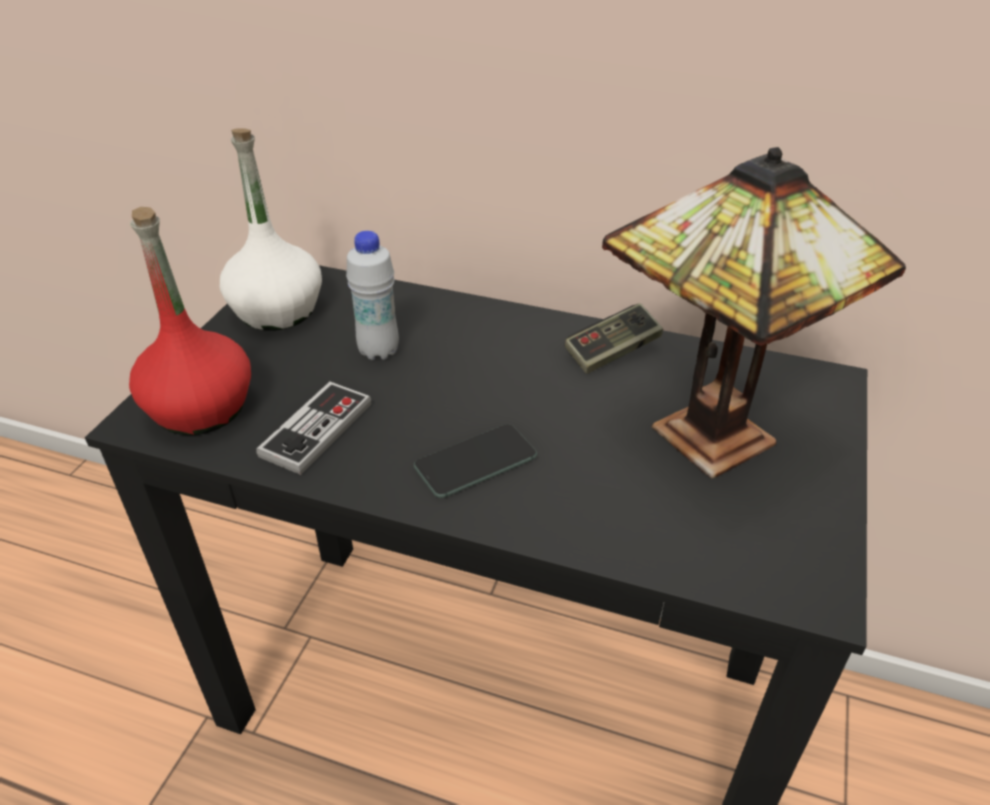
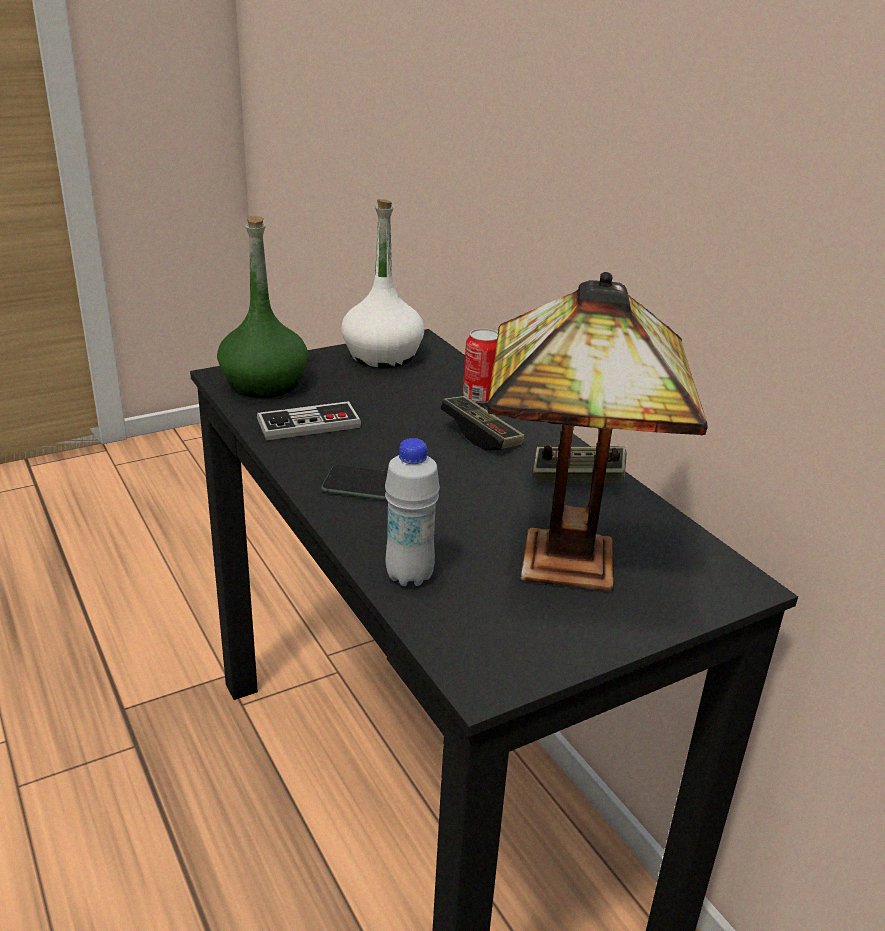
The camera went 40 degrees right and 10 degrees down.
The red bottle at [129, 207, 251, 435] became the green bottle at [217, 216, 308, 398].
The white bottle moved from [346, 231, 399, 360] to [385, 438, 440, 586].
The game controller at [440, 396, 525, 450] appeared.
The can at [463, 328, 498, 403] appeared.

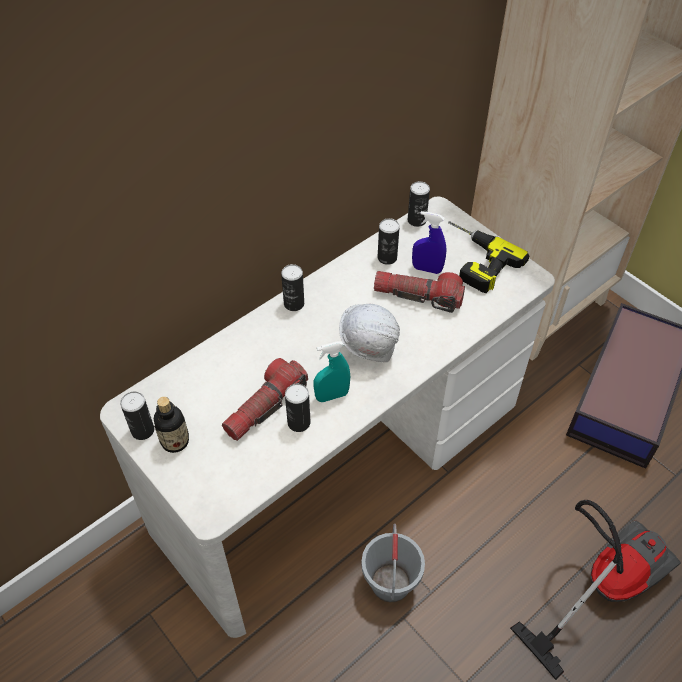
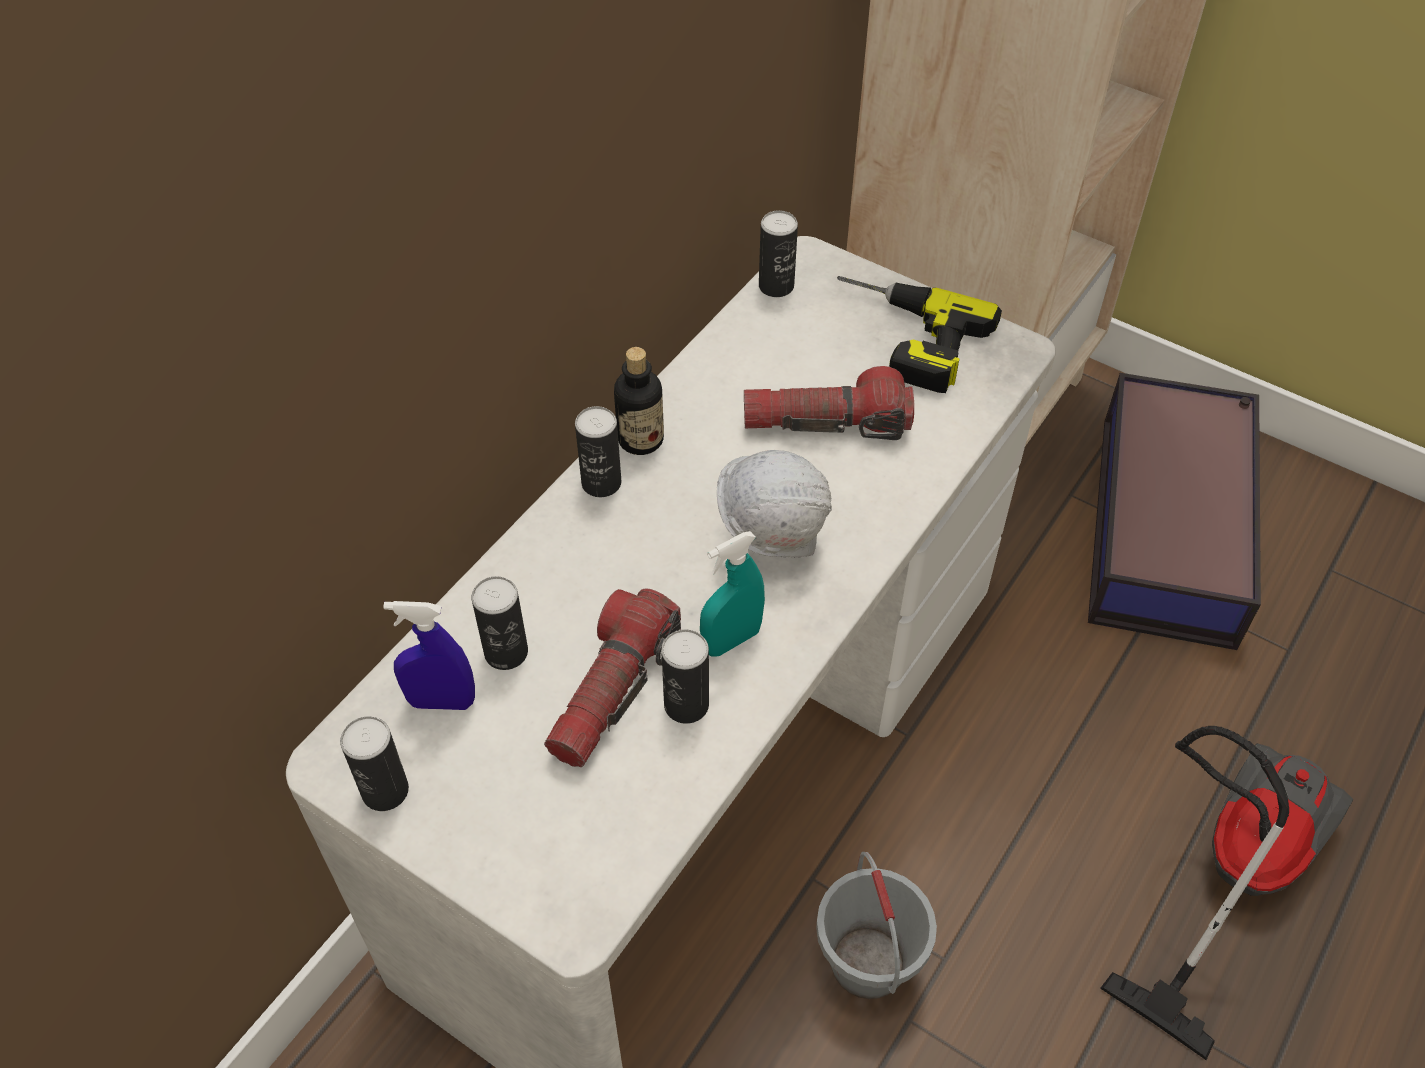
The camera went 15 degrees left and 0 degrees up.
The blue spray bottle moved from [412, 211, 447, 274] to [384, 601, 475, 710].
The can moved from [378, 218, 400, 265] to [472, 576, 528, 670].
The bottle moved from [154, 397, 189, 453] to [614, 347, 664, 455].

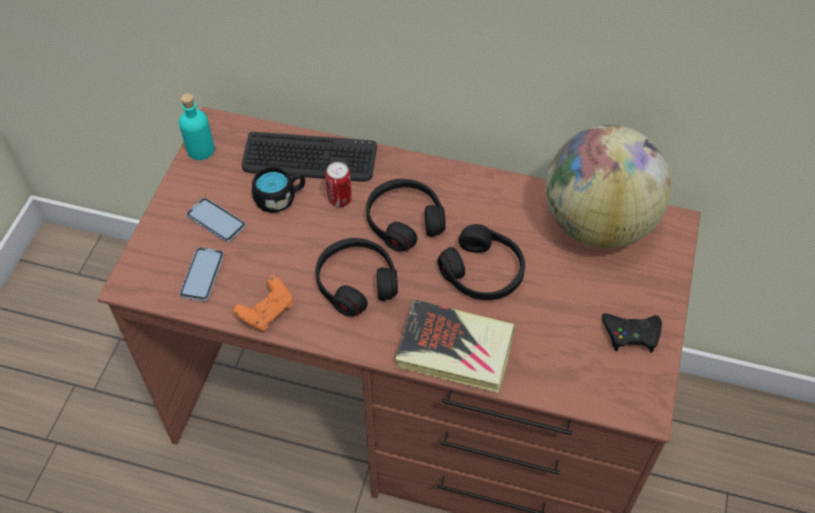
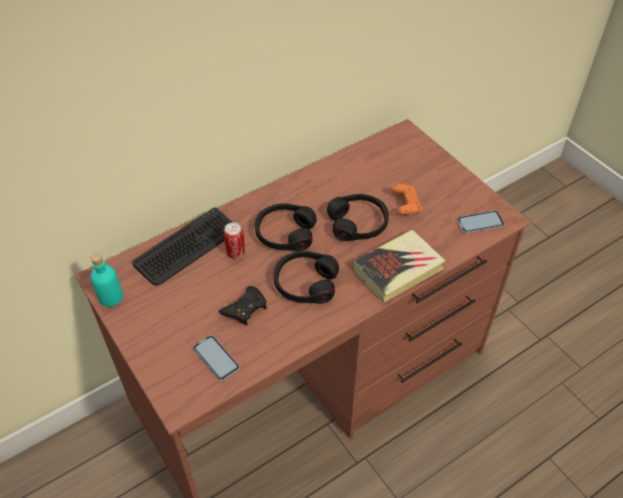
The camera went 50 degrees left and 5 degrees down.
The black game controller moved from [602, 313, 662, 352] to [219, 286, 267, 325].
The orange game controller moved from [233, 275, 293, 331] to [391, 184, 422, 215].
The phone moved from [186, 198, 246, 242] to [457, 210, 505, 233].
The black mug at [252, 167, 305, 213] disappeared.
The globe at [546, 125, 672, 249] disappeared.

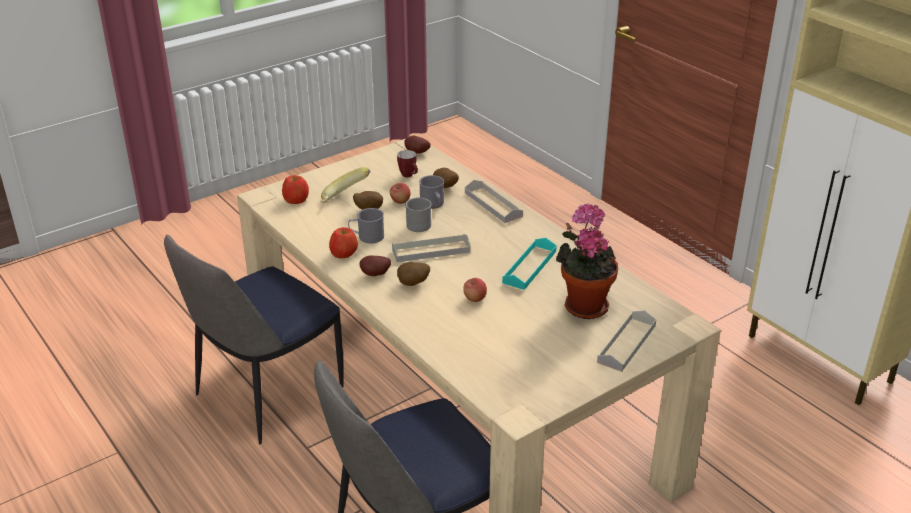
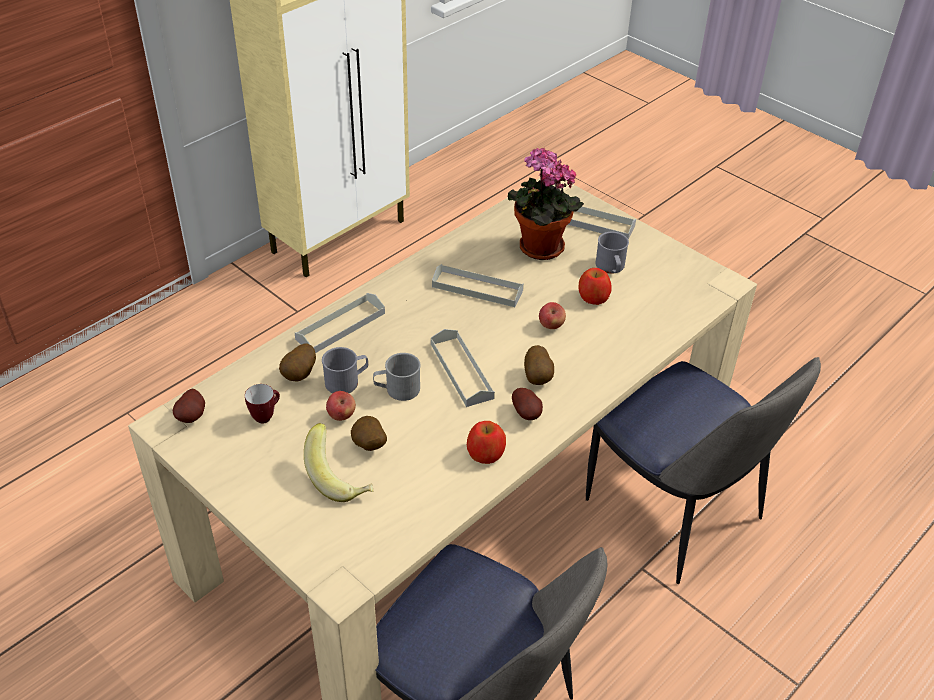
The camera went 100 degrees left and 10 degrees up.
The turquoise tray at [502, 238, 557, 290] became the grey tray at [432, 264, 524, 307].
The apple moved from [282, 175, 309, 204] to [579, 268, 612, 305].
The grey mug moved from [348, 208, 384, 243] to [596, 232, 629, 274].

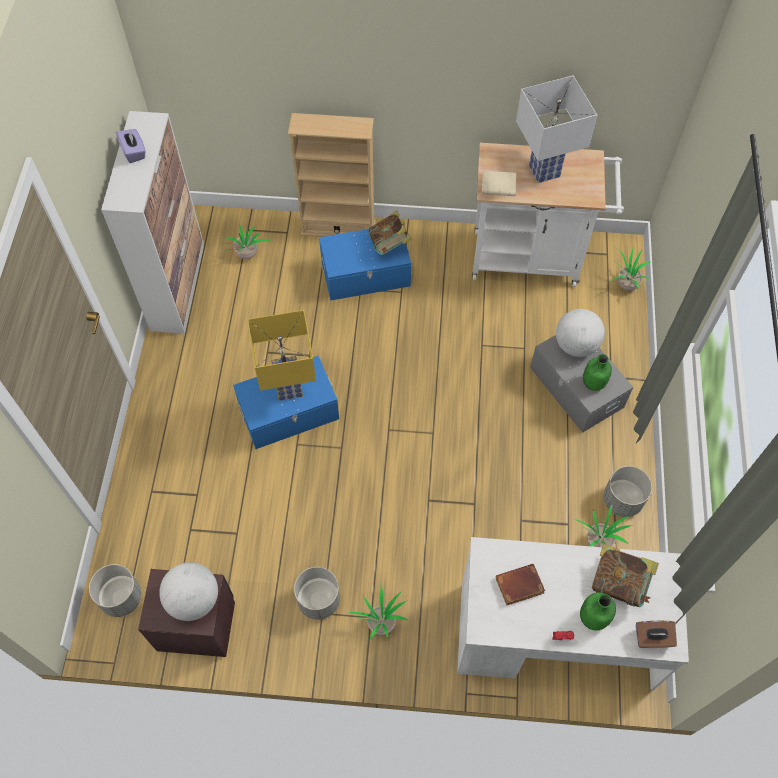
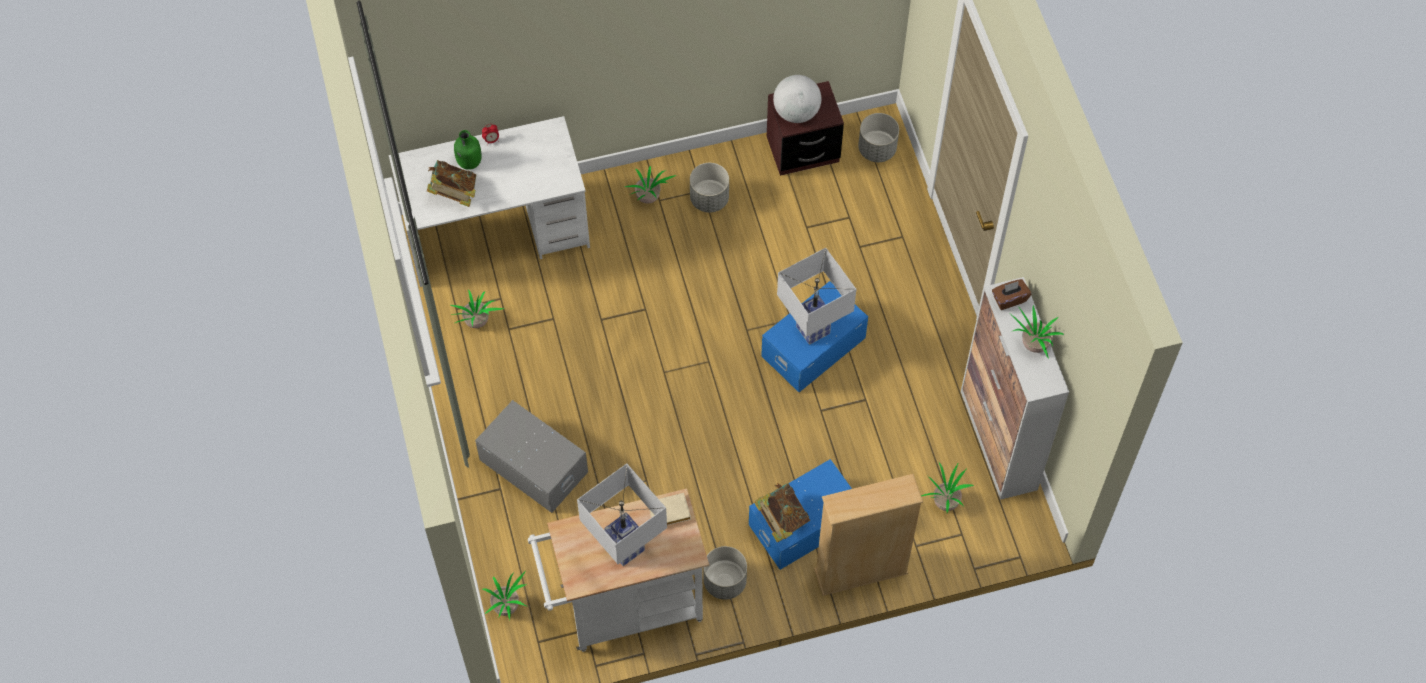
The camera went 160 degrees right and 0 degrees up.
The grey planter moved from [603, 466, 652, 517] to [703, 546, 747, 600].
The yellow table lamp at [247, 310, 316, 401] became the white table lamp at [777, 248, 856, 345].
The brown tissue box moved from [636, 621, 677, 648] to [992, 279, 1031, 310].
The purple tissue box at [116, 129, 146, 163] was replaced by the potted plant at [1011, 305, 1064, 359].
The brown book at [496, 564, 545, 605] disappeared.
The globe at [556, 309, 605, 357] disappeared.
The green bottle at [583, 354, 612, 391] disappeared.

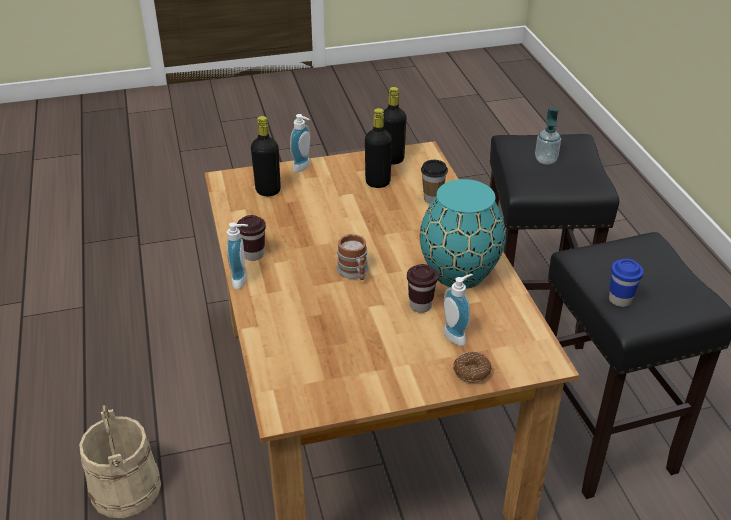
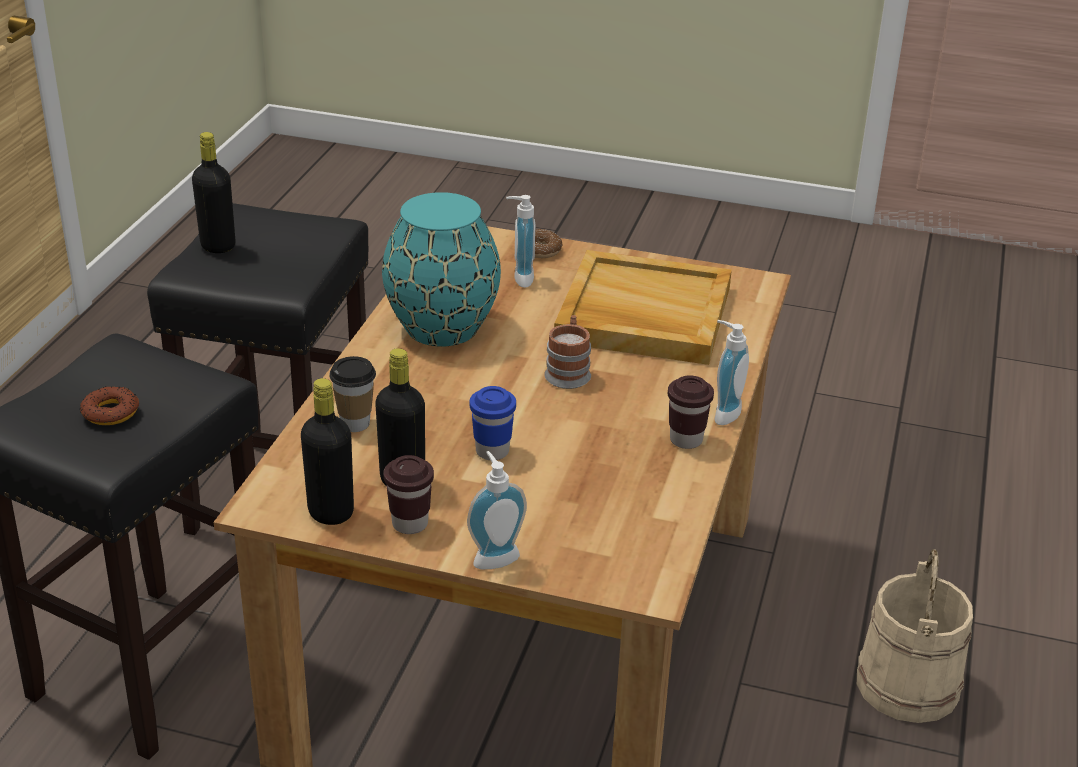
The camera went 150 degrees left and 5 degrees down.
The soap dispenser at [535, 108, 561, 164] was replaced by the donut at [80, 386, 139, 425].
The black bottle moved from [251, 116, 281, 196] to [192, 132, 235, 253].
The brown cup moved from [407, 264, 438, 313] to [384, 455, 434, 534].
The blue cup moved from [609, 259, 644, 307] to [470, 386, 516, 460].
The beige tray at [554, 250, 732, 365] appeared.

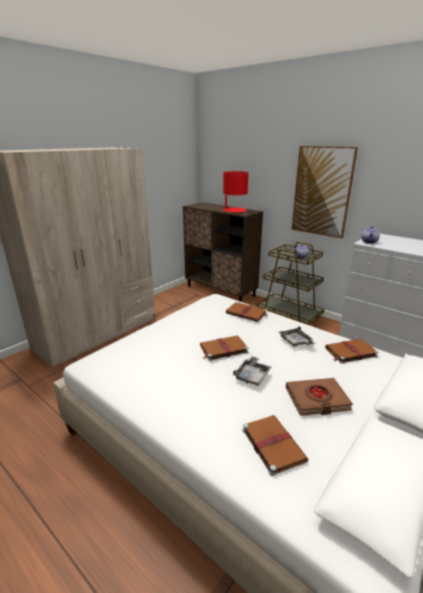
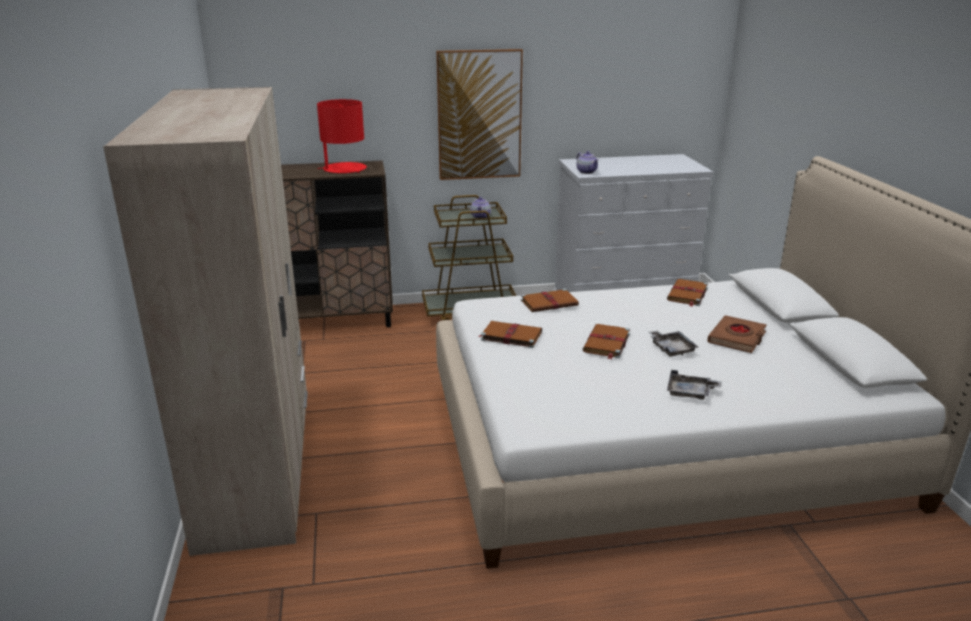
The camera went 50 degrees left and 0 degrees up.
The brown book moved from [242, 415, 308, 476] to [478, 321, 542, 348].
The grey tray moved from [279, 326, 316, 347] to [667, 370, 722, 400].

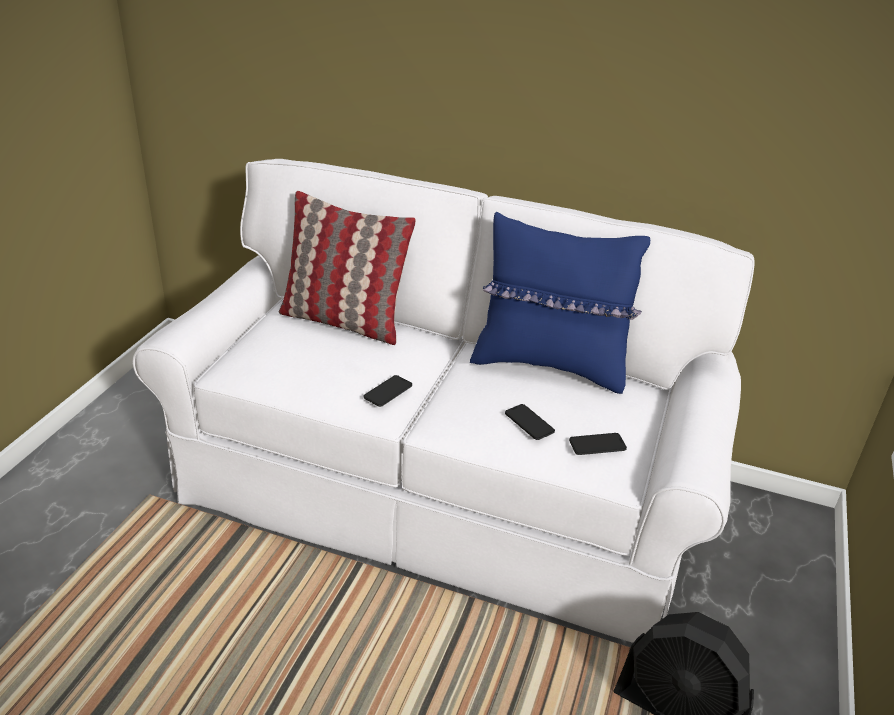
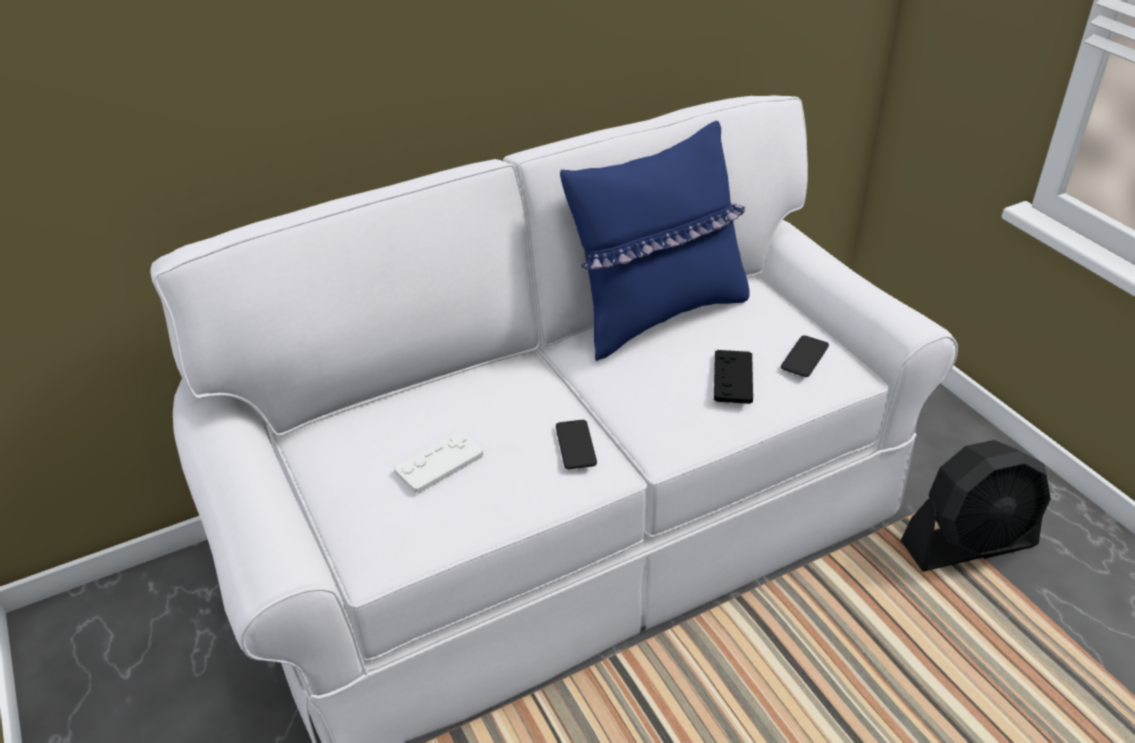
The camera went 45 degrees left and 5 degrees up.
The white game controller at [394, 432, 483, 493] appeared.
The phone at [505, 404, 555, 440] was replaced by the black game controller at [714, 350, 753, 404].
The pillow at [279, 191, 416, 345] disappeared.

